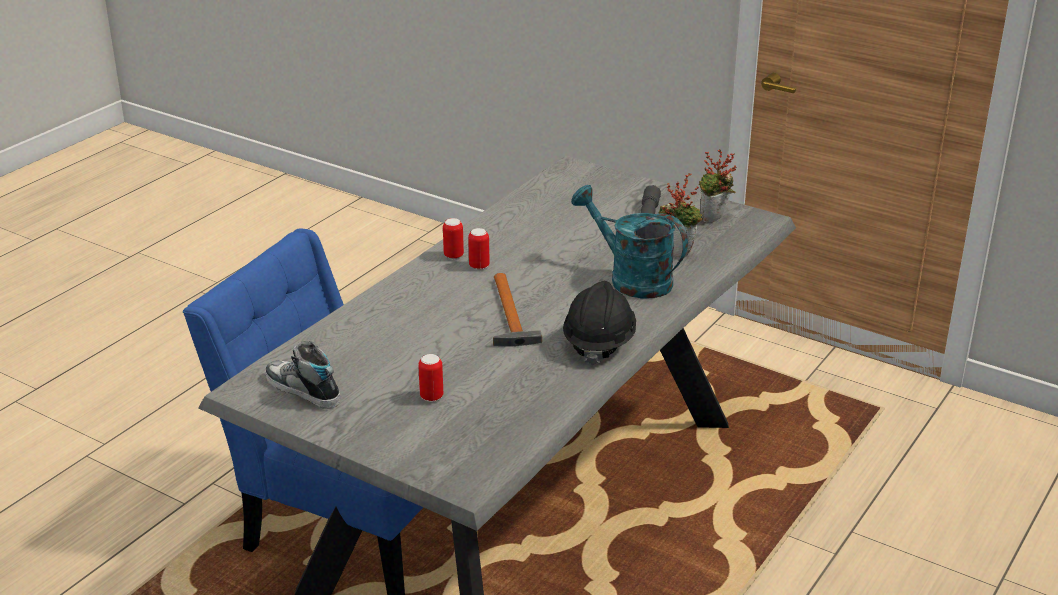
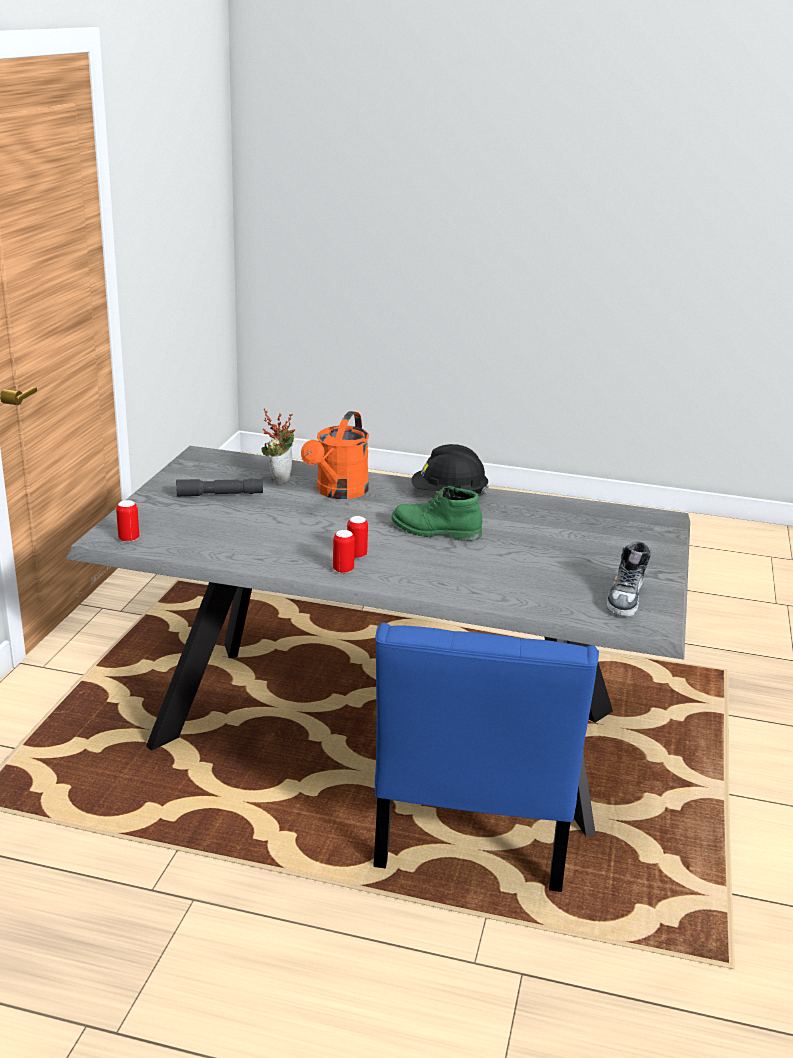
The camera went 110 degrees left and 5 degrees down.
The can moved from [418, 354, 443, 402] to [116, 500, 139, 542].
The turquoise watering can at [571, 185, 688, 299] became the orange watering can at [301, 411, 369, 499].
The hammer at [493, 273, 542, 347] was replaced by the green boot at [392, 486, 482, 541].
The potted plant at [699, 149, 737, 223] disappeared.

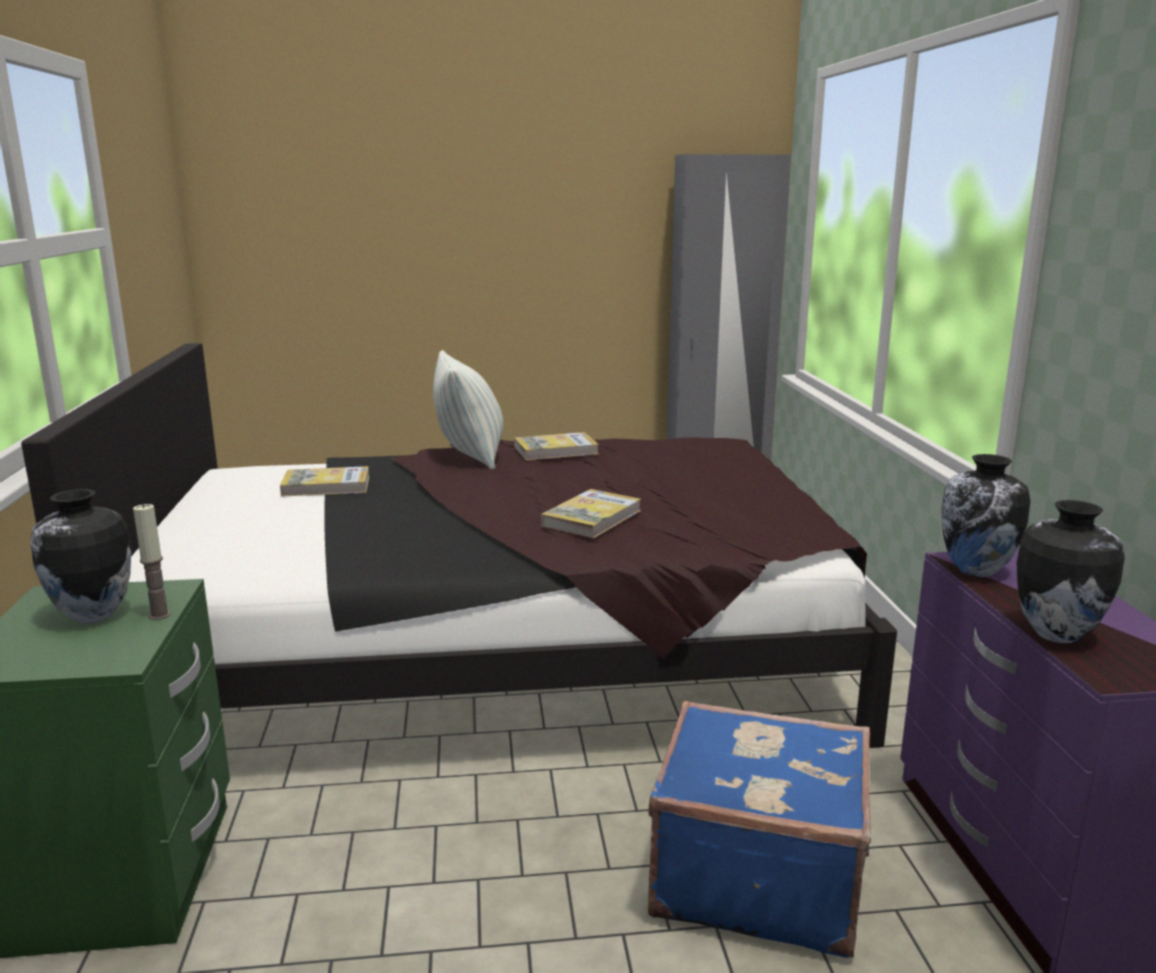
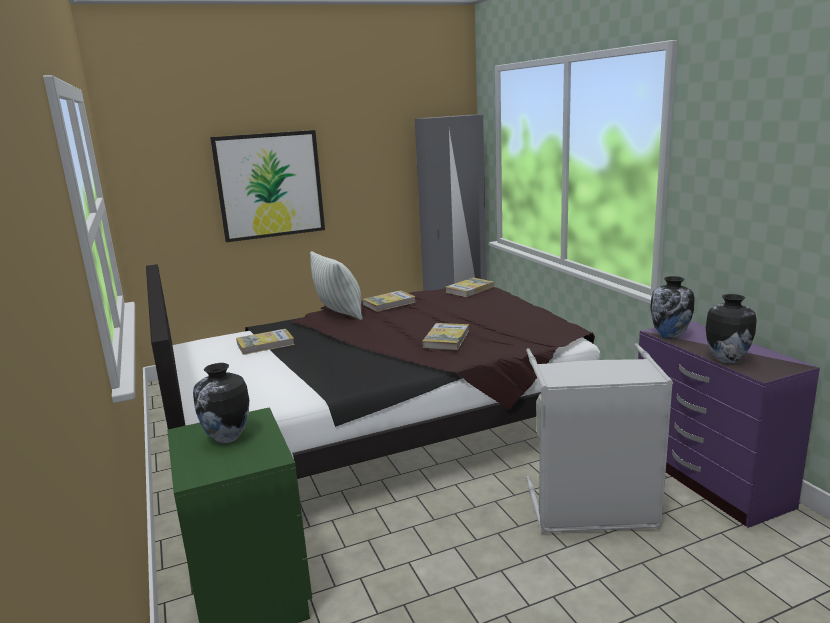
The camera went 15 degrees left and 0 degrees up.
The picture at [210, 130, 325, 242] appeared.
The book at [445, 278, 494, 297] appeared.
The blue suitcase at [648, 701, 871, 958] was replaced by the grey laundry basket at [526, 343, 673, 534].
The candle at [133, 504, 171, 620] disappeared.

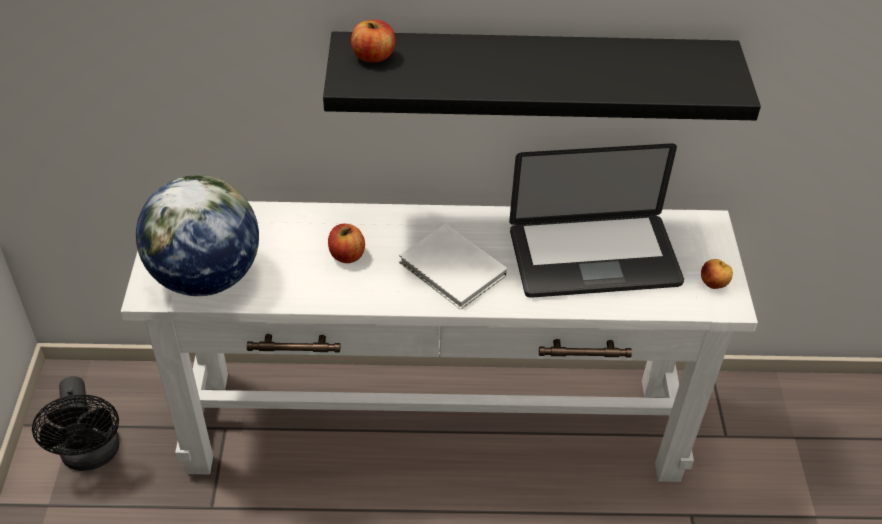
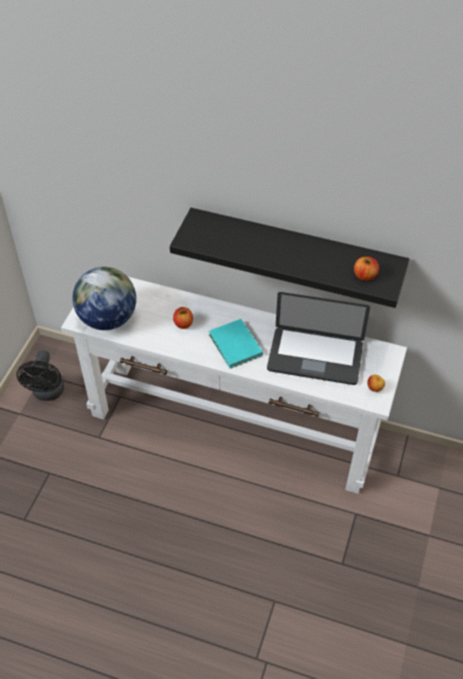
The camera went 20 degrees right and 5 degrees up.
The white book at [399, 224, 507, 310] became the turquoise book at [209, 319, 263, 369].
The apple moved from [351, 20, 395, 63] to [354, 256, 379, 281].

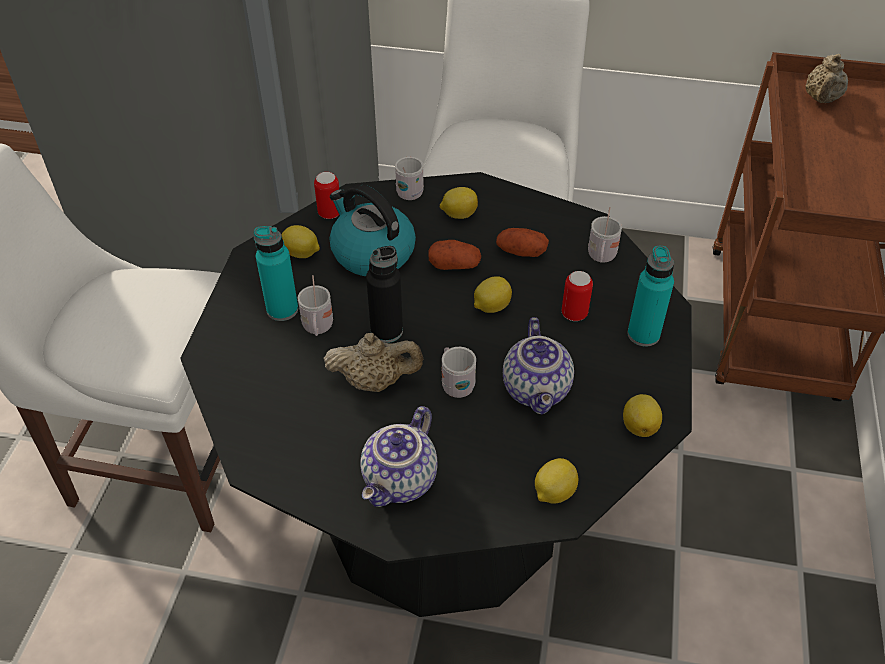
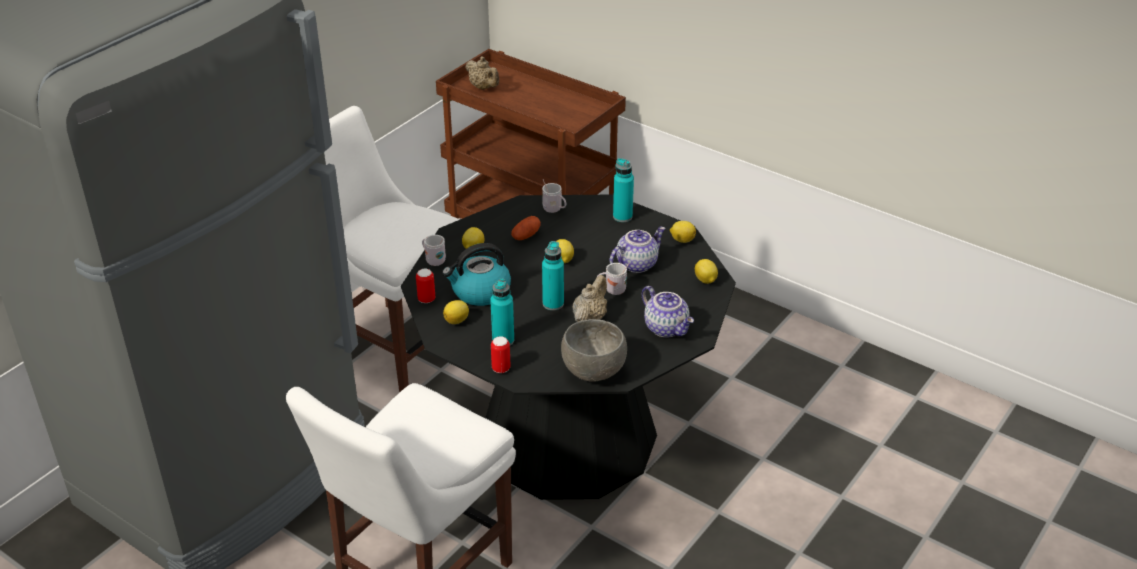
The camera went 65 degrees left and 10 degrees down.
The can moved from [562, 271, 593, 321] to [491, 336, 511, 373].
The black bottle at [366, 246, 403, 343] became the turquoise bottle at [542, 241, 564, 311].
The grey bowl at [561, 319, 627, 382] appeared.
The teapot at [503, 317, 574, 415] turned 60 degrees counterclockwise.
The white mug at [298, 275, 333, 336] disappeared.
The potato at [428, 240, 481, 270] disappeared.

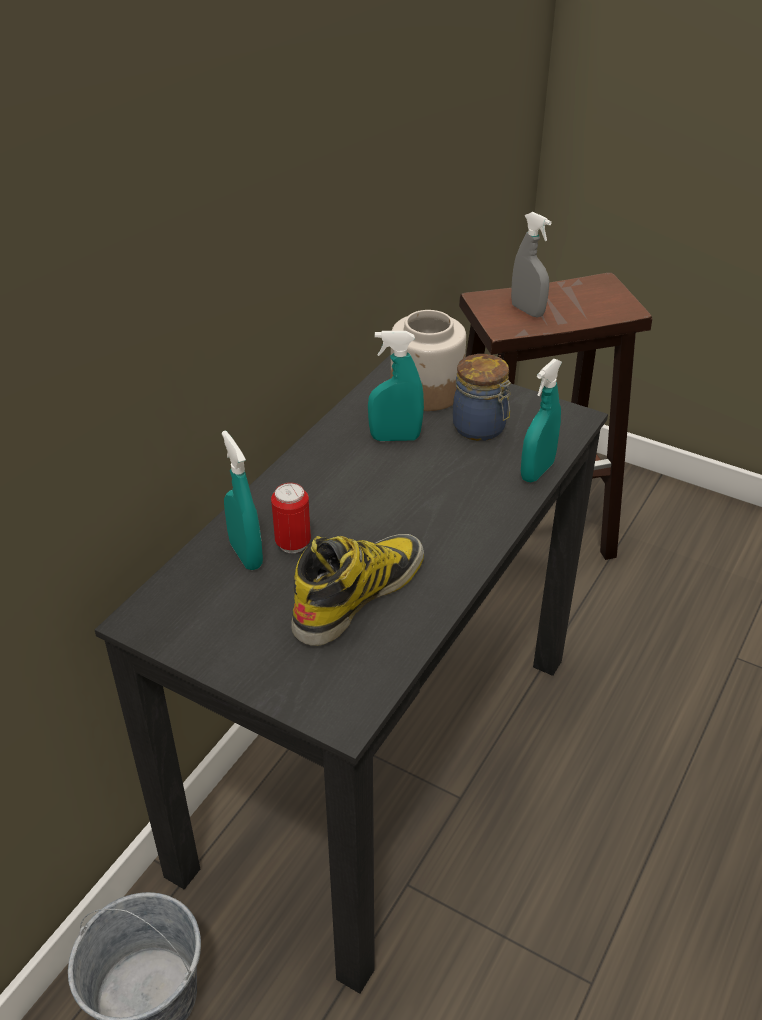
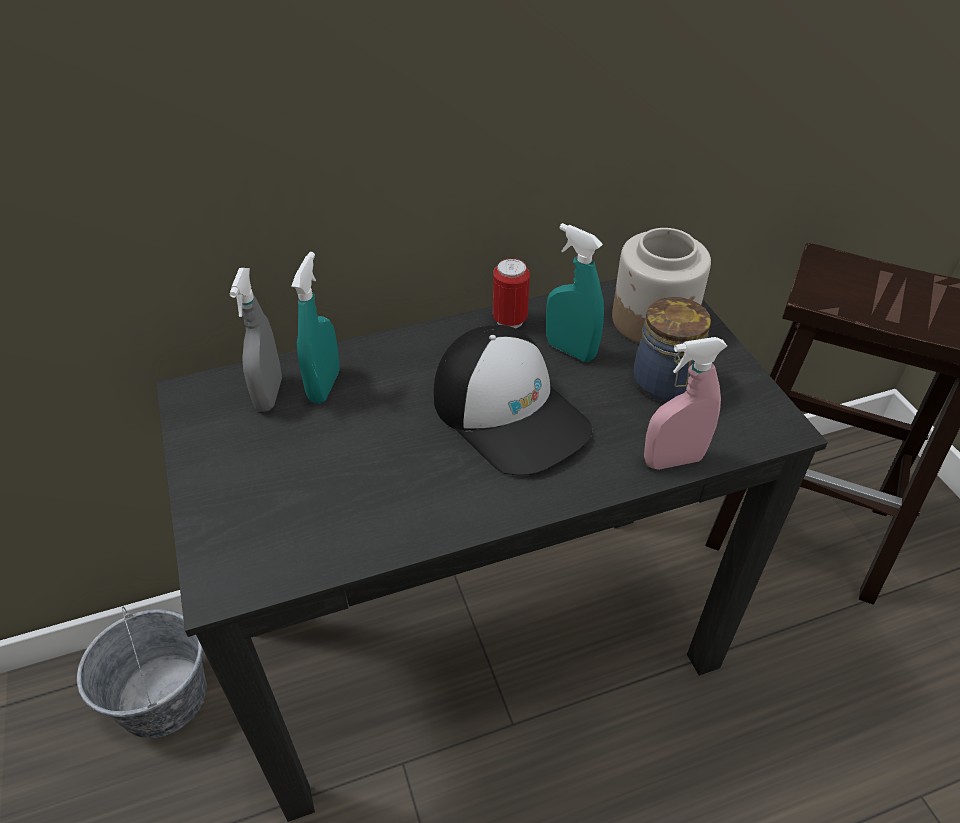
The camera went 40 degrees right and 5 degrees up.
The grey spray bottle moved from [511, 212, 552, 318] to [229, 268, 282, 412].
The cap at [434, 325, 592, 475] appeared.
The can moved from [271, 482, 311, 553] to [493, 258, 530, 328].
The turquoise spray bottle at [521, 359, 562, 482] became the pink spray bottle at [644, 337, 727, 470].
The boot at [291, 534, 424, 646] disappeared.

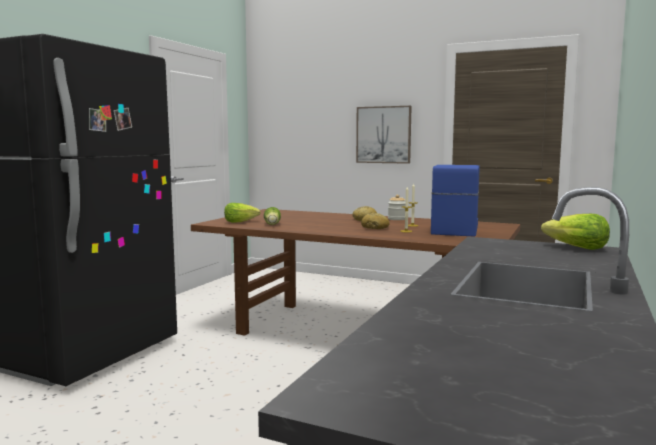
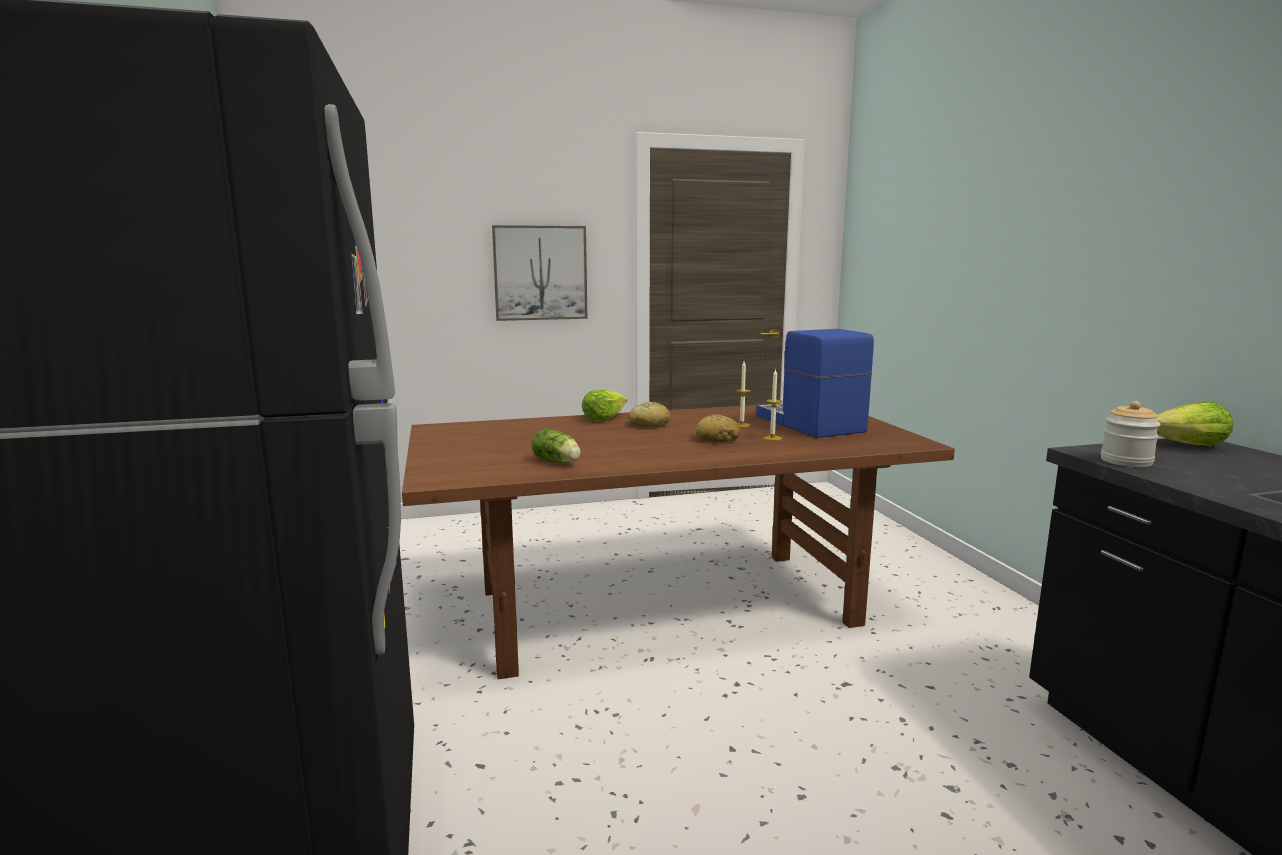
The camera went 40 degrees left and 5 degrees up.
The lettuce moved from [224, 203, 261, 223] to [582, 390, 627, 421].
The jar moved from [388, 195, 406, 220] to [1100, 401, 1161, 467].

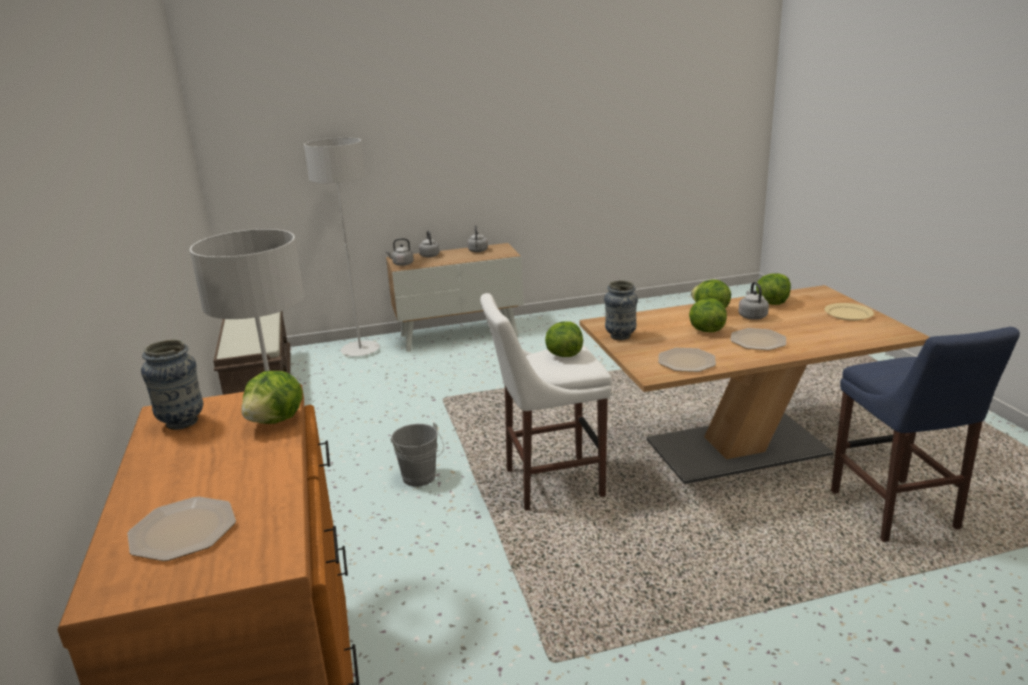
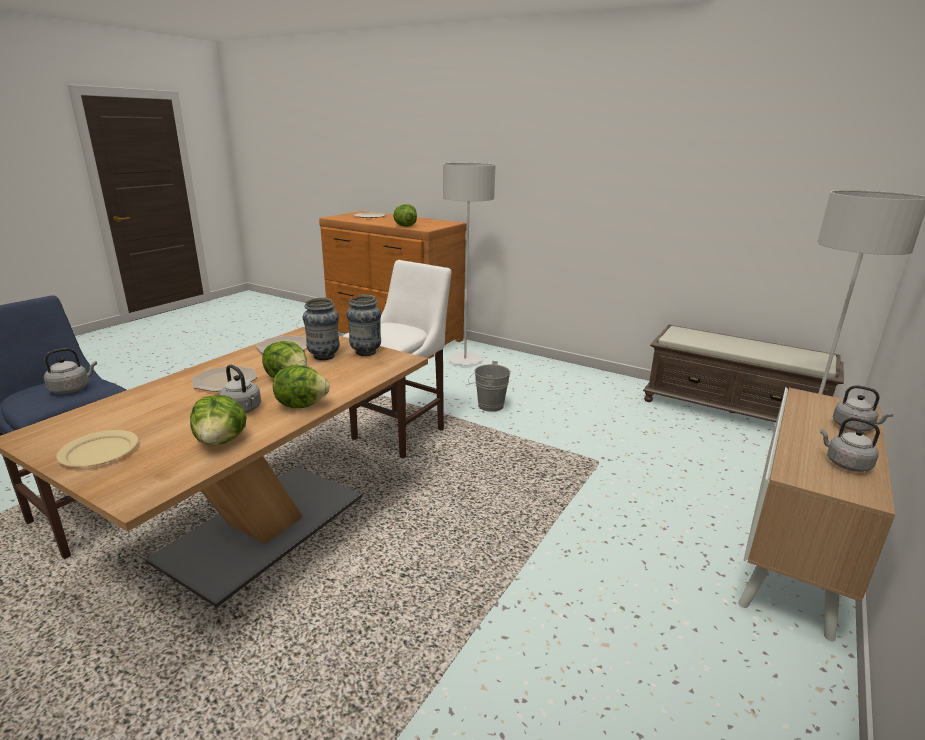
The camera went 135 degrees right and 0 degrees up.
The grey kettle moved from [386, 238, 414, 266] to [44, 348, 97, 394].
The vase moved from [141, 339, 203, 430] to [303, 297, 340, 360].
The lettuce at [545, 321, 583, 357] disappeared.

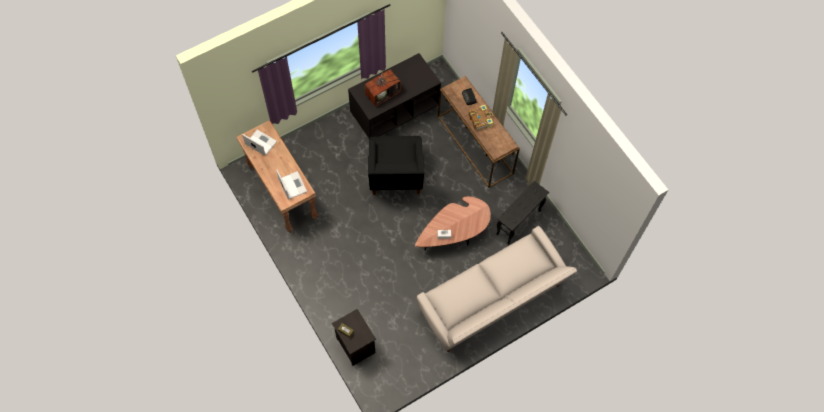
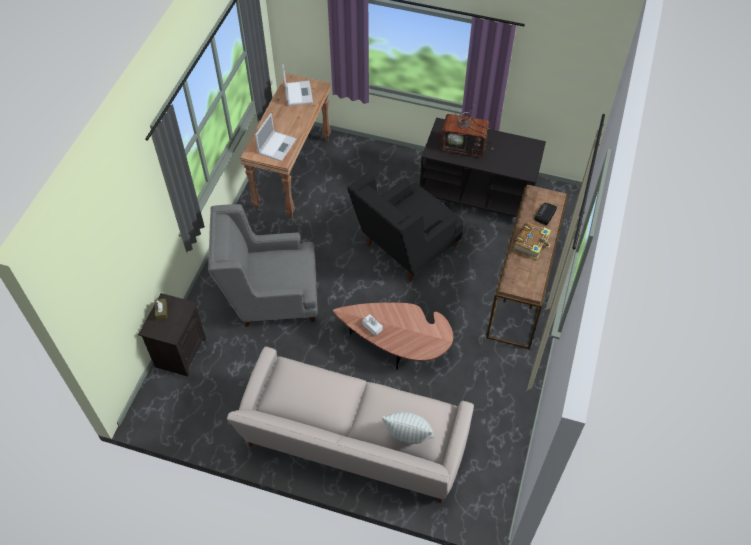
The camera went 50 degrees right and 10 degrees down.
The grey armchair at [208, 204, 318, 327] appeared.
The pillow at [382, 412, 435, 444] appeared.
The black side table at [496, 181, 549, 245] disappeared.

